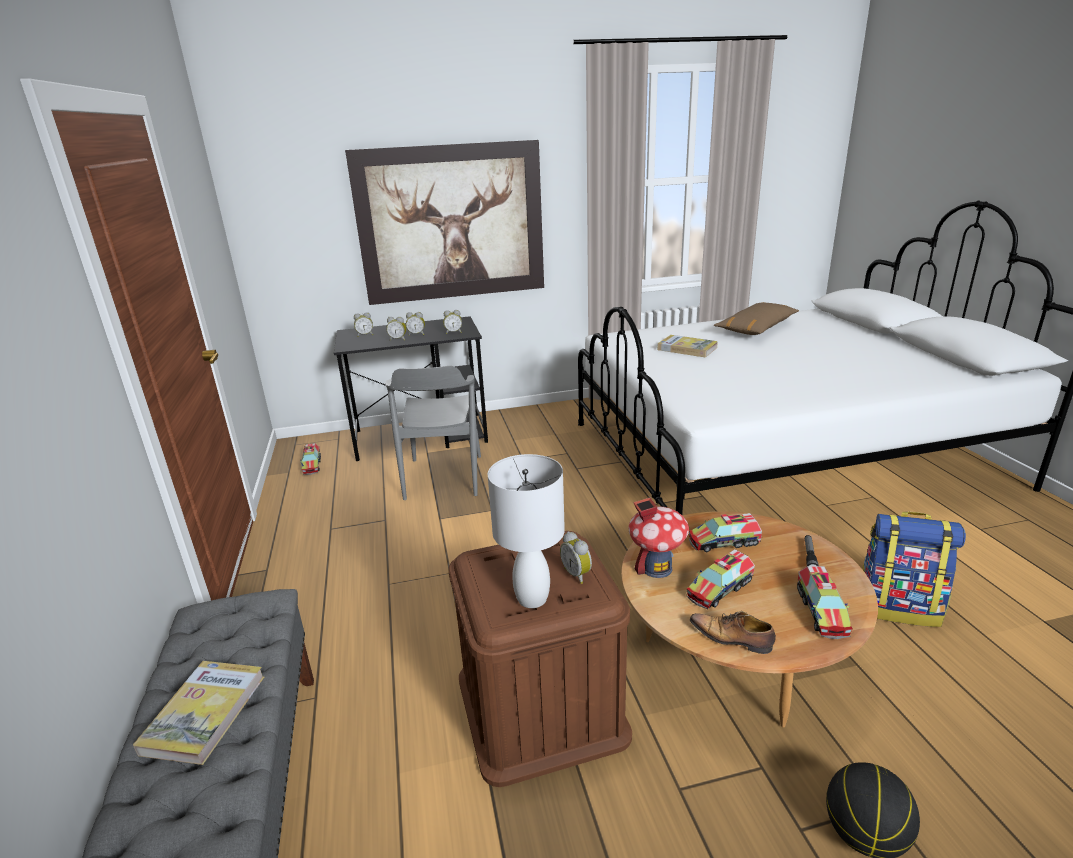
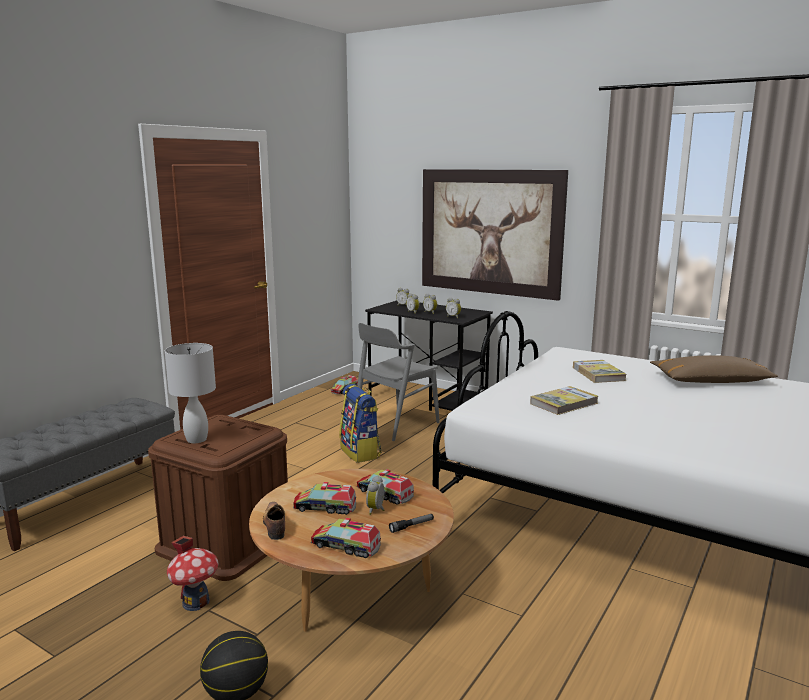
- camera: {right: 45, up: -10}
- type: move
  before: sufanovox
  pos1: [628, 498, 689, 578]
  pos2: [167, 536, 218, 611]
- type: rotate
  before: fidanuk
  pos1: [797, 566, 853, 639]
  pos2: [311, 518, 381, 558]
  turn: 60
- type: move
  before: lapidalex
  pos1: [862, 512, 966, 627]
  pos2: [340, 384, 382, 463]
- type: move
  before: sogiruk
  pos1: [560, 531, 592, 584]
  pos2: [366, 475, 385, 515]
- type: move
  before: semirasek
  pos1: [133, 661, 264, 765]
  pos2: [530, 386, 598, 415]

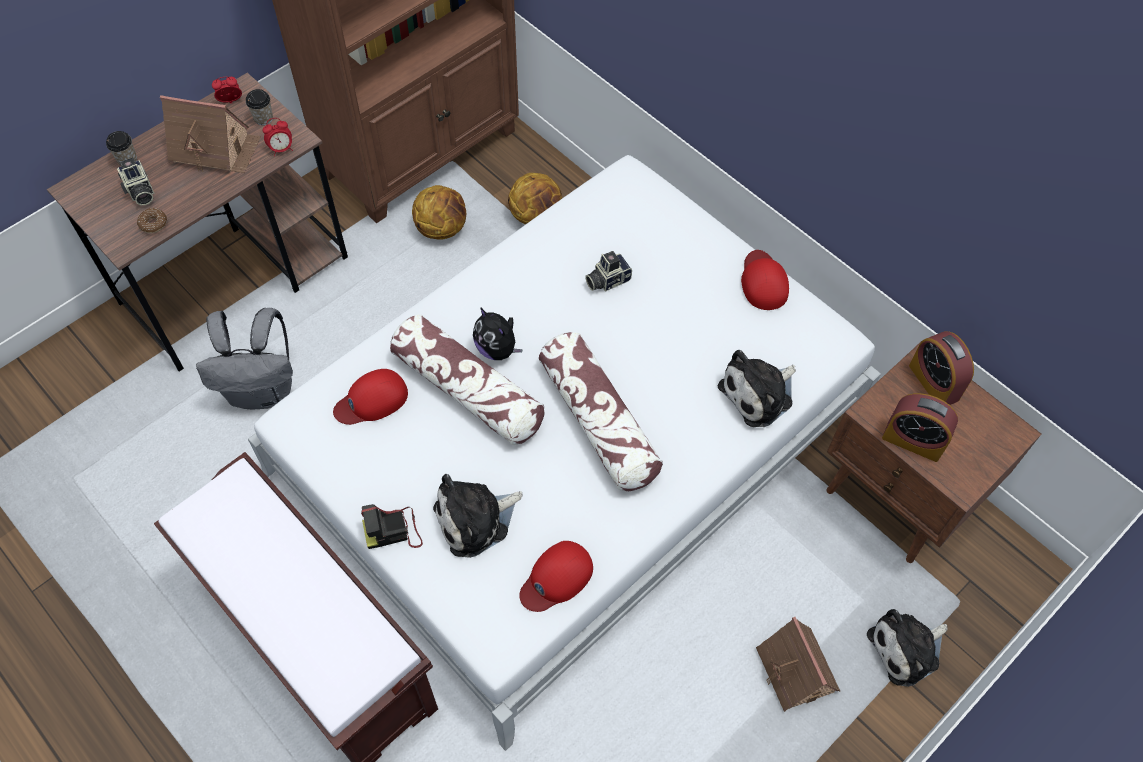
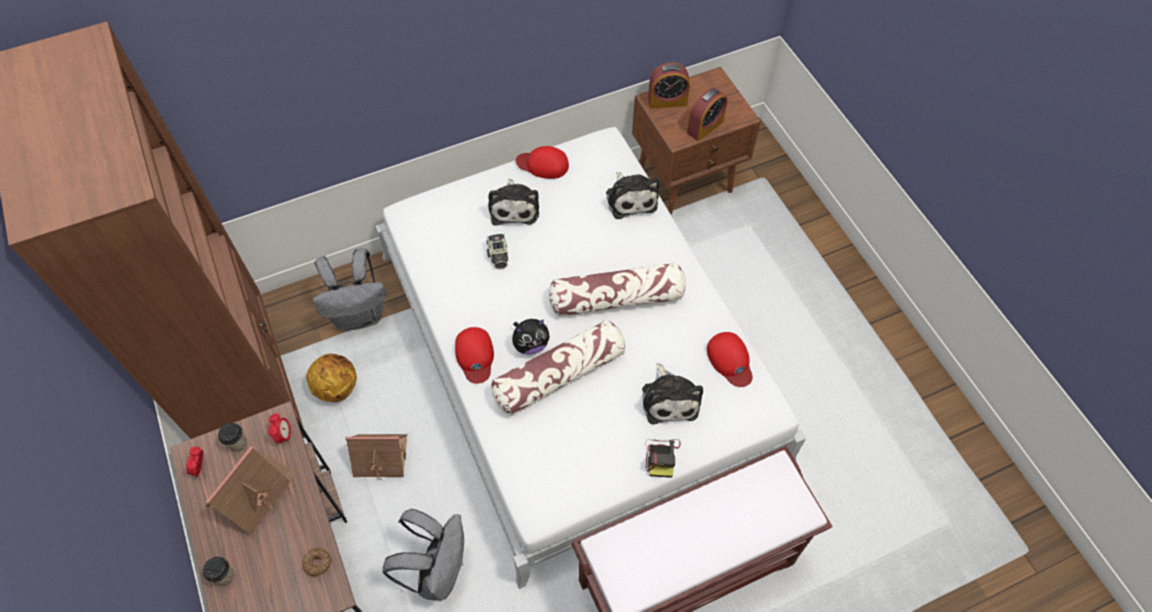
- camera: {right: -70, up: 0}
- type: replace
  before: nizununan
  after: grey lapidalex
  pos1: [508, 173, 562, 225]
  pos2: [313, 248, 386, 330]
- type: move
  before: sufanovox
  pos1: [756, 617, 840, 712]
  pos2: [345, 434, 408, 480]
- type: move
  before: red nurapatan
  pos1: [333, 369, 408, 425]
  pos2: [455, 327, 494, 384]
- type: move
  before: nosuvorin
  pos1: [867, 609, 948, 687]
  pos2: [488, 179, 539, 226]
- type: delete
  before: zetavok
  pos1: [117, 157, 154, 205]

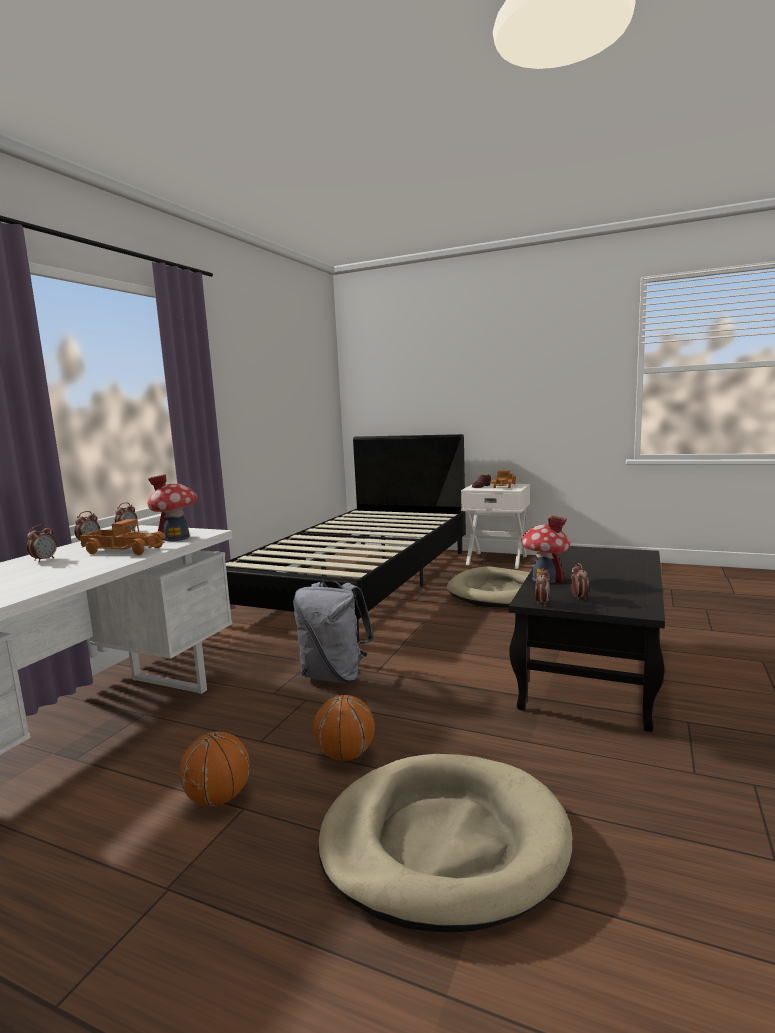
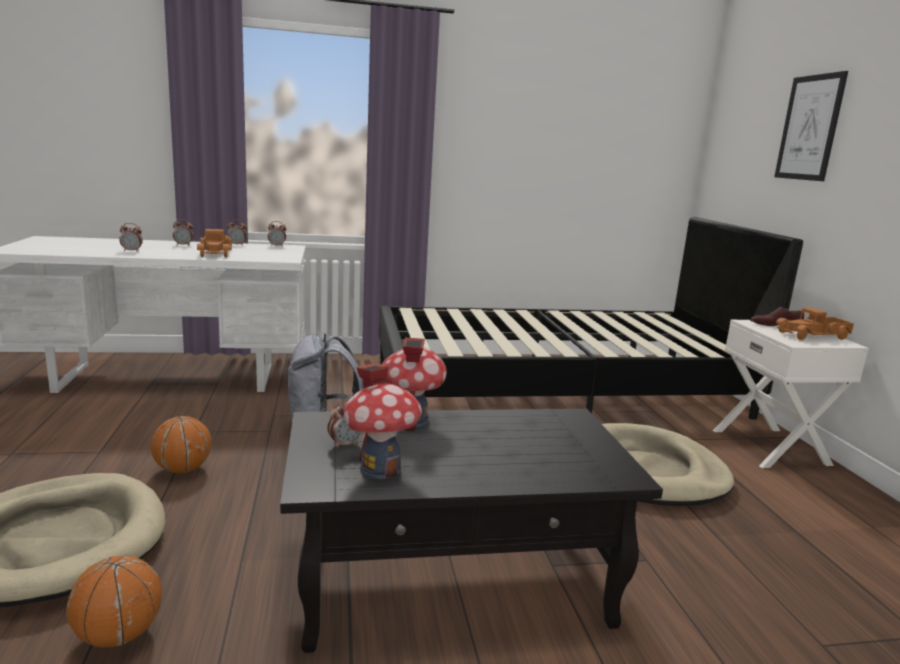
- camera: {right: 55, up: 5}
- type: move
  before: nizununan
  pos1: [179, 732, 250, 806]
  pos2: [66, 555, 162, 648]
- type: move
  before: sogiruk
  pos1: [535, 568, 550, 606]
  pos2: [119, 223, 143, 252]
- type: move
  before: sufanovox
  pos1: [147, 474, 197, 541]
  pos2: [343, 363, 422, 479]
- type: insert
  after: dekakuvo
  pos2: [774, 71, 848, 181]

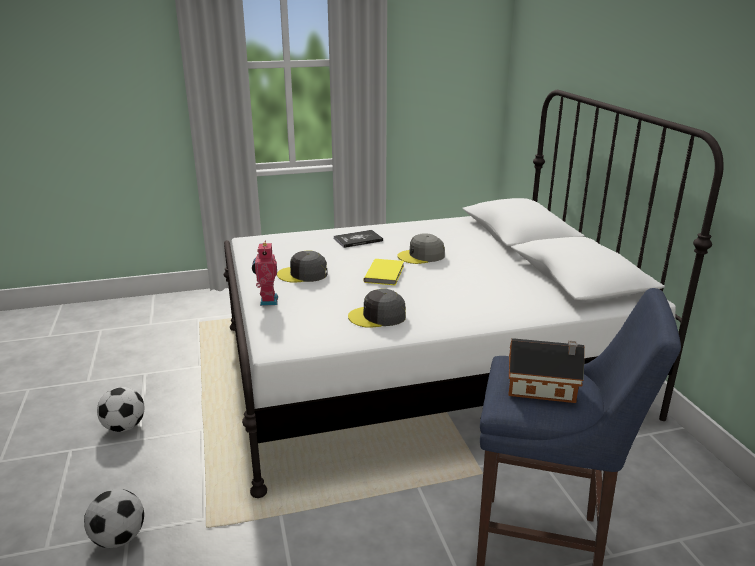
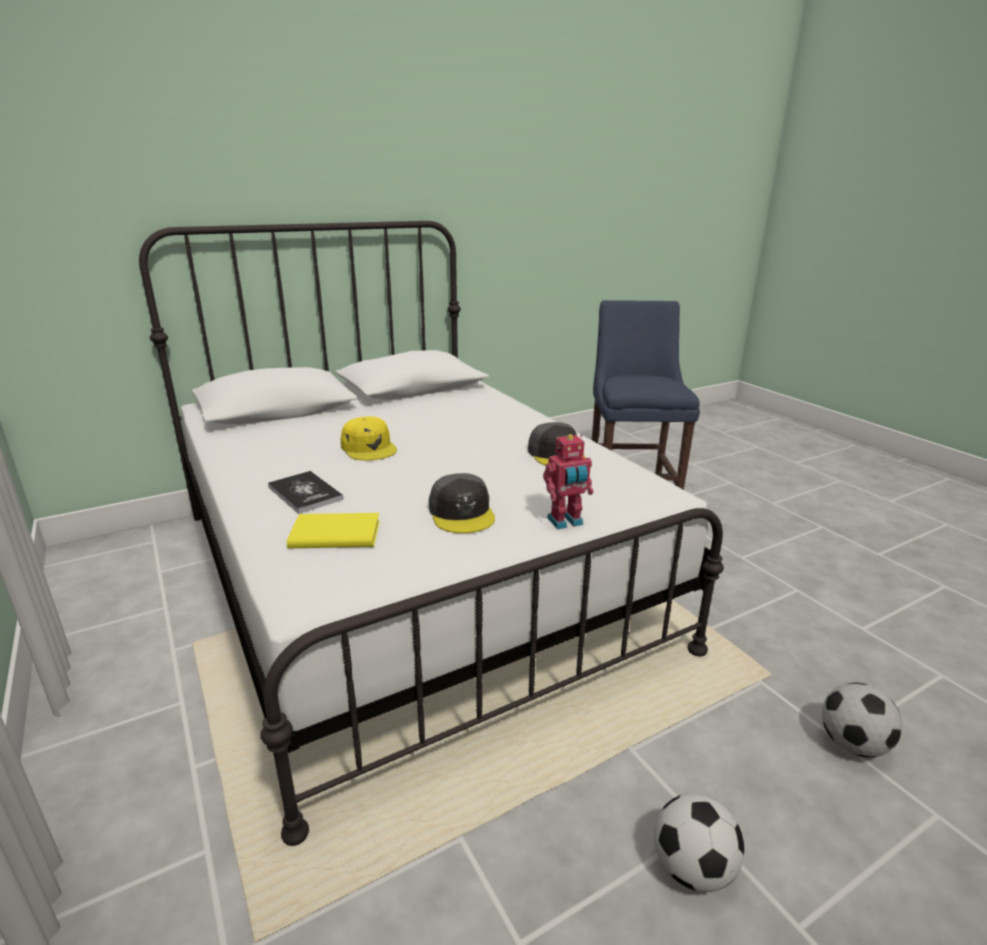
- camera: {right: -105, up: 0}
- type: move
  before: yellow semirasek
  pos1: [363, 259, 404, 286]
  pos2: [287, 513, 380, 548]
- type: recolor
  before: grey nurapatan
  after: yellow nurapatan
  pos1: [397, 233, 445, 264]
  pos2: [341, 416, 397, 461]
- type: delete
  before: sufanovox
  pos1: [509, 338, 585, 403]

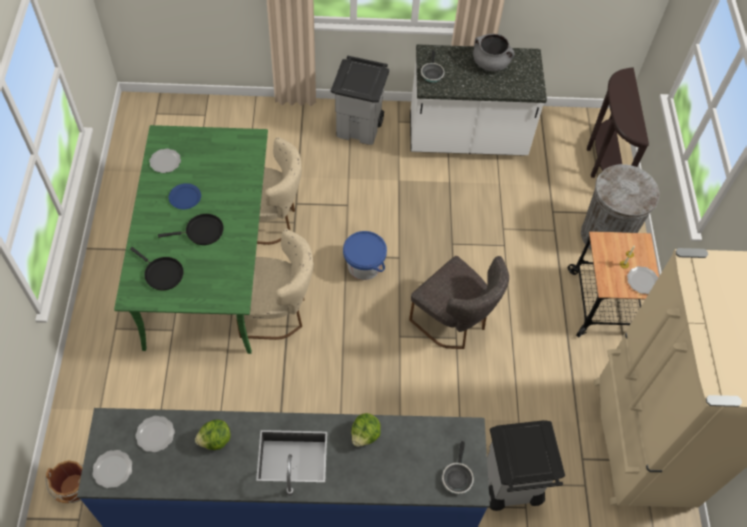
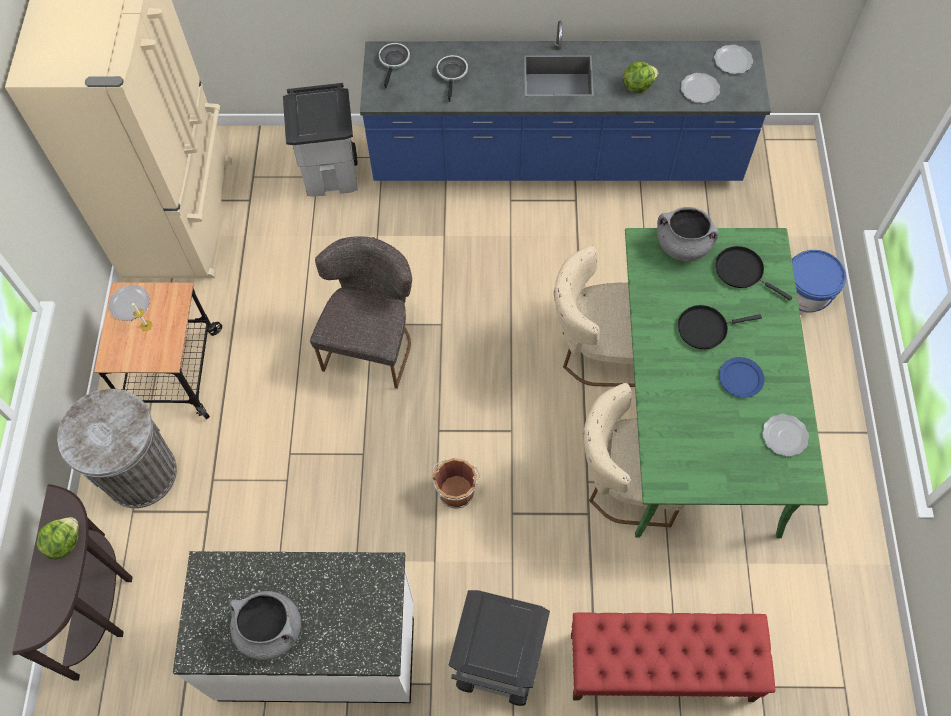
- camera: {right: -175, up: 5}
- type: move
  before: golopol
  pos1: [351, 413, 381, 447]
  pos2: [37, 517, 78, 560]
- type: rotate
  before: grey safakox
  pos1: [409, 256, 509, 349]
  pos2: [310, 236, 412, 389]
  turn: 60
- type: move
  before: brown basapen
  pos1: [45, 460, 83, 503]
  pos2: [432, 458, 480, 509]
- type: move
  before: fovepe
  pos1: [421, 50, 445, 82]
  pos2: [437, 55, 468, 102]
- type: insert
  after: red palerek
  pos2: [571, 612, 775, 702]
- type: insert
  after: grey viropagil
  pos2: [657, 207, 719, 261]
- type: move
  before: blue basapen
  pos1: [343, 231, 387, 280]
  pos2: [792, 250, 846, 313]

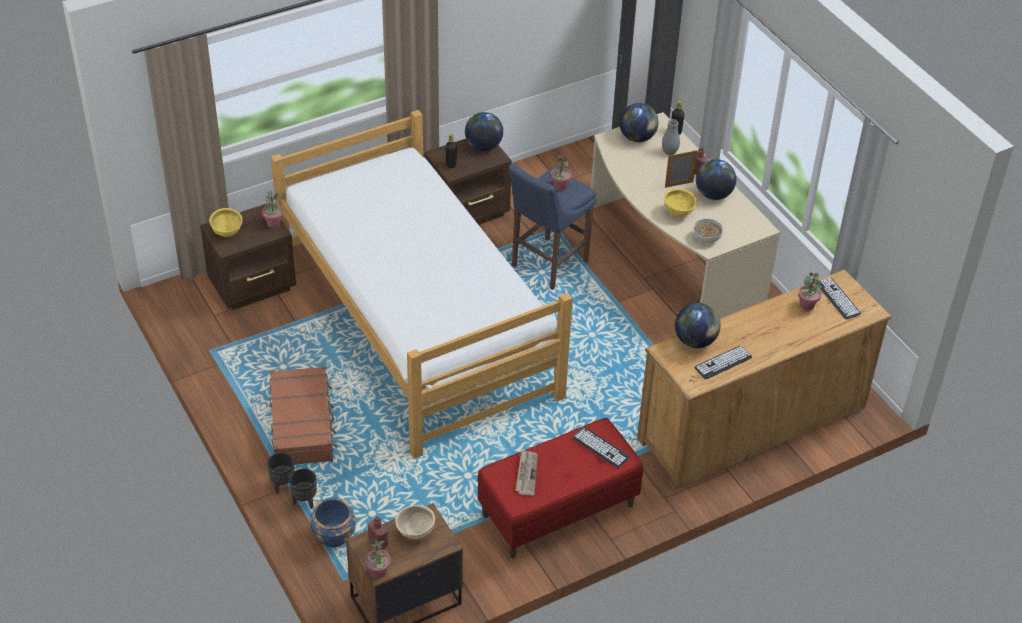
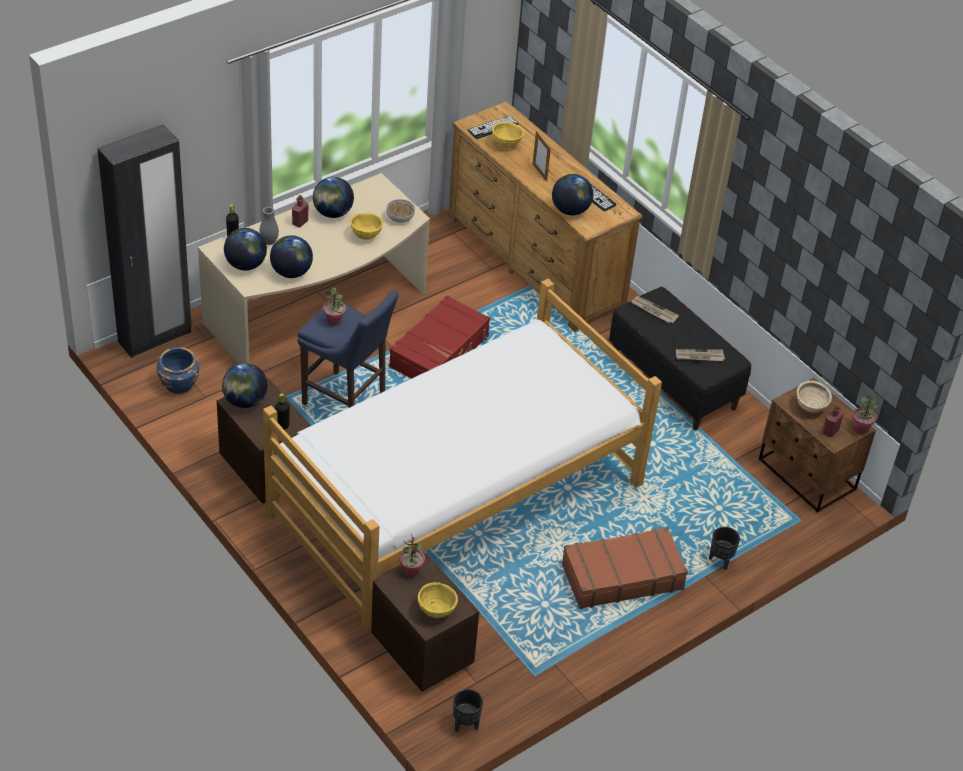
- camera: {right: -100, up: 0}
- type: move
  before: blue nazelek
  pos1: [310, 498, 356, 547]
  pos2: [157, 347, 199, 394]
- type: insert
  after: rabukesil
  pos2: [270, 235, 313, 278]
- type: insert
  after: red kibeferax
  pos2: [389, 295, 490, 379]
- type: move
  before: black nazelek
  pos1: [267, 452, 294, 494]
  pos2: [453, 689, 483, 732]
- type: replace
  before: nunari
  after: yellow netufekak
  pos1: [798, 272, 822, 311]
  pos2: [492, 122, 524, 148]
- type: move
  before: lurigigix
  pos1: [665, 150, 698, 188]
  pos2: [533, 131, 551, 182]
- type: recolor
  before: red palerek
  after: black palerek
  pos1: [478, 418, 643, 558]
  pos2: [609, 287, 751, 430]
- type: replace
  before: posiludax
  after: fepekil
  pos1: [573, 427, 630, 468]
  pos2: [631, 296, 679, 323]

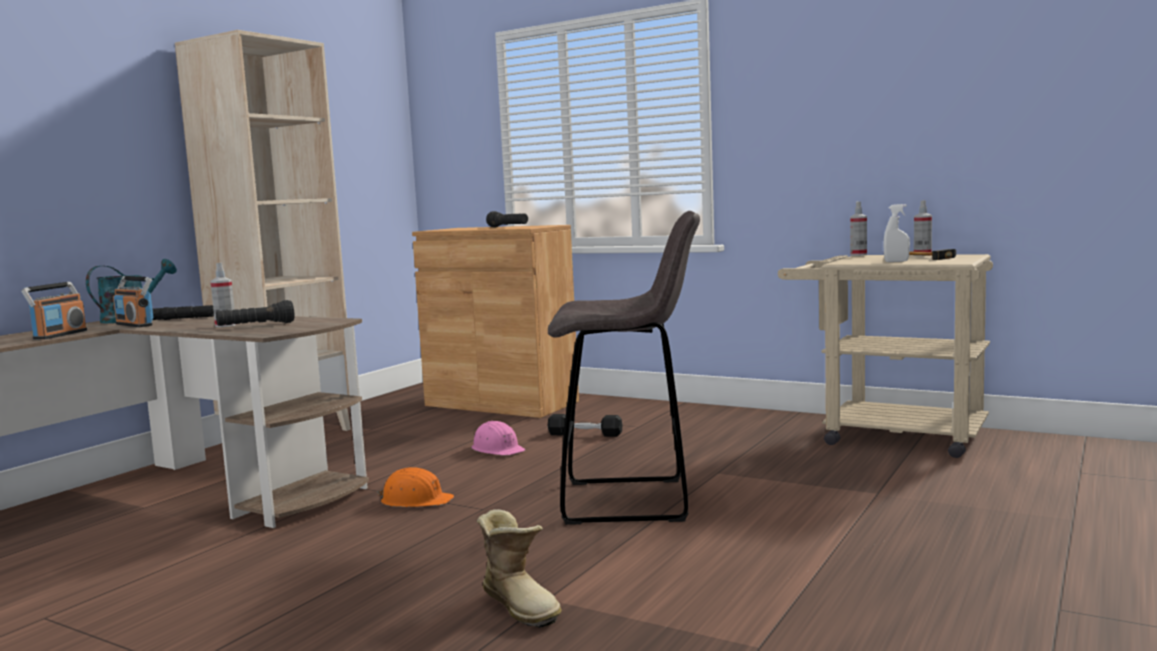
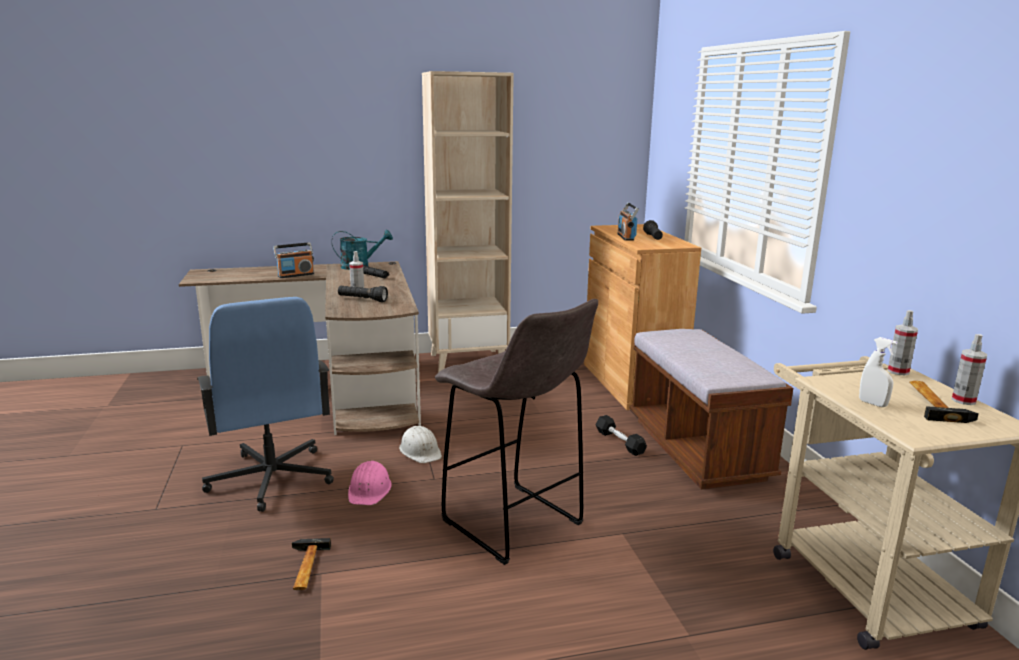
- camera: {right: 45, up: 10}
- type: insert
  after: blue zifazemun
  pos2: [197, 297, 334, 512]
- type: replace
  before: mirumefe
  after: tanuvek
  pos1: [477, 509, 562, 628]
  pos2: [292, 538, 331, 590]
- type: move
  before: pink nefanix
  pos1: [472, 421, 525, 456]
  pos2: [348, 461, 392, 505]
- type: recolor
  before: orange nefanix
  after: white nefanix
  pos1: [377, 467, 454, 507]
  pos2: [399, 426, 442, 463]
- type: move
  before: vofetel
  pos1: [113, 276, 153, 327]
  pos2: [617, 203, 639, 241]
- type: insert
  after: brown palerek
  pos2: [629, 329, 793, 489]

